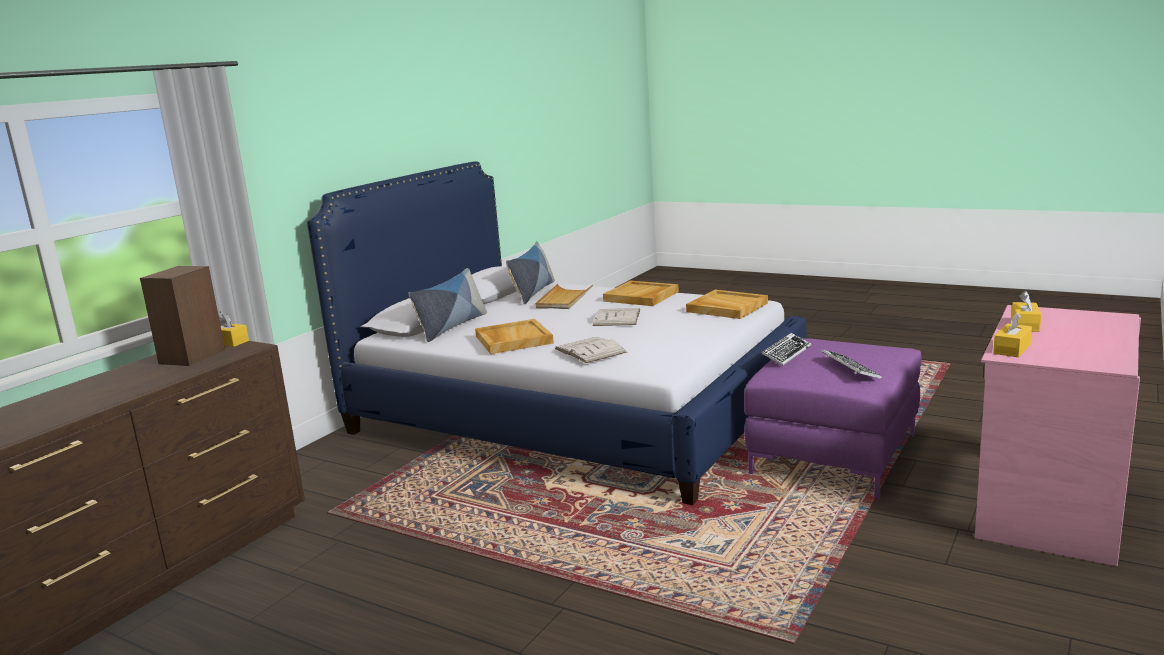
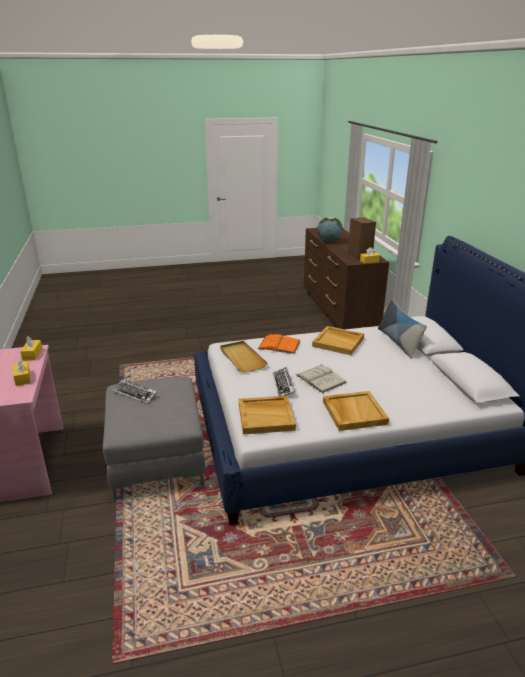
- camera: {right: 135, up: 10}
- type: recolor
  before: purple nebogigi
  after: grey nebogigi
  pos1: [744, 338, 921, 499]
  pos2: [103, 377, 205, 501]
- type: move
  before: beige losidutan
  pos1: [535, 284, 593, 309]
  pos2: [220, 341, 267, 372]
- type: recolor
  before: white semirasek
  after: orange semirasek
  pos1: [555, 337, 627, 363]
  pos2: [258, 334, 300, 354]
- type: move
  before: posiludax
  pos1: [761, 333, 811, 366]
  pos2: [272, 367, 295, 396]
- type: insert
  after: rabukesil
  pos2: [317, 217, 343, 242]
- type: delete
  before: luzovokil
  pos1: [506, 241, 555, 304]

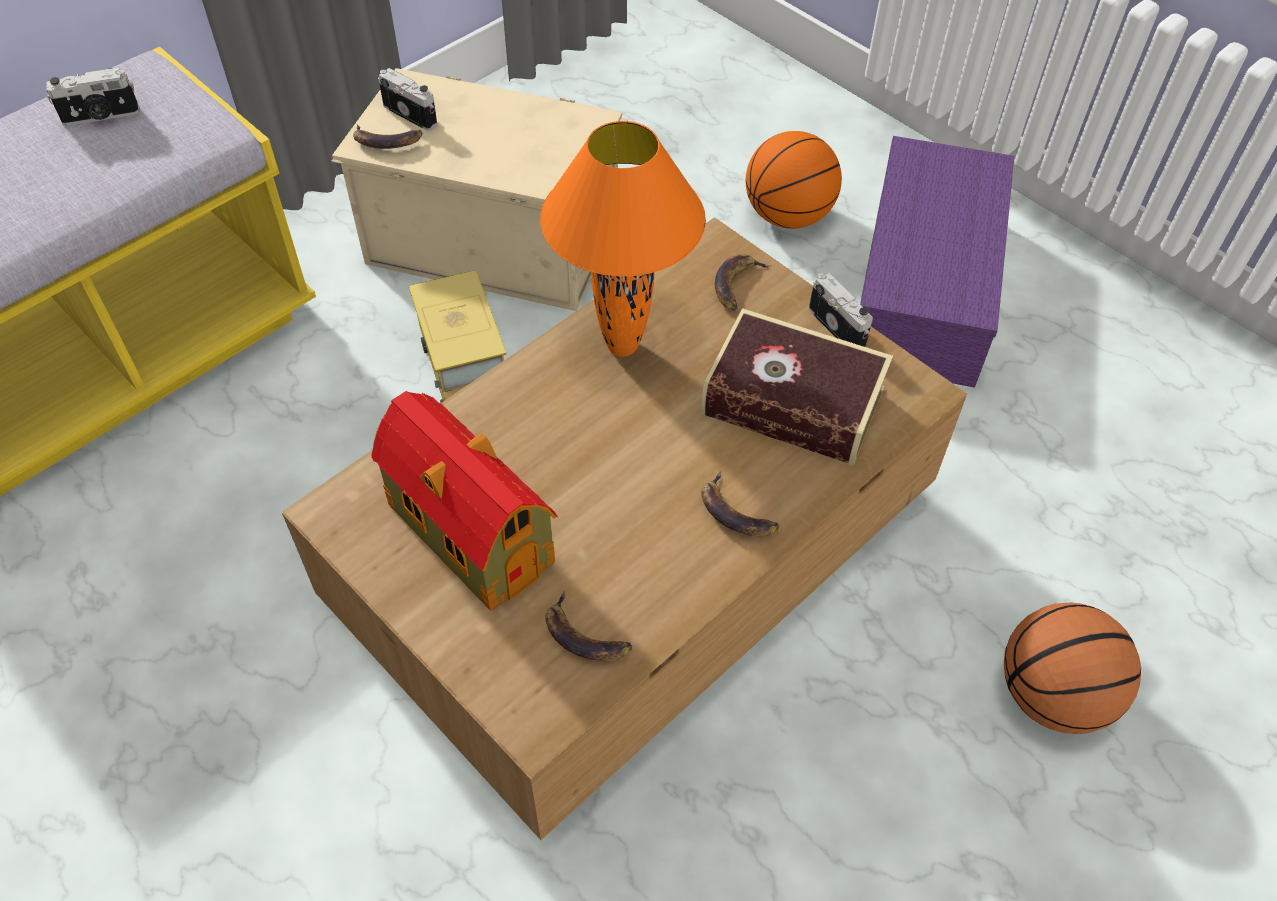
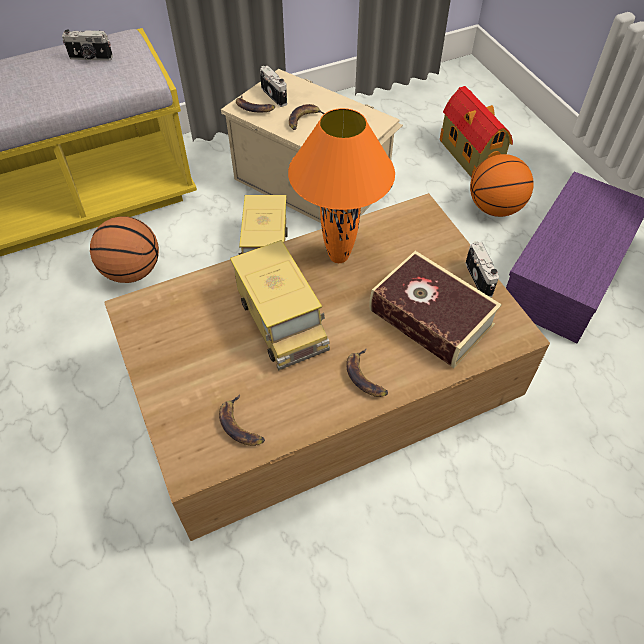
- camera: {right: 20, up: 0}
- type: move
  before: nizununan
  pos1: [1004, 603, 1141, 734]
  pos2: [90, 216, 159, 283]
- type: insert
  after: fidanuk
  pos2: [230, 240, 330, 371]
- type: move
  before: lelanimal
  pos1: [714, 254, 771, 311]
  pos2: [289, 104, 325, 130]
- type: move
  before: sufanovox
  pos1: [371, 391, 558, 611]
  pos2: [440, 86, 513, 178]

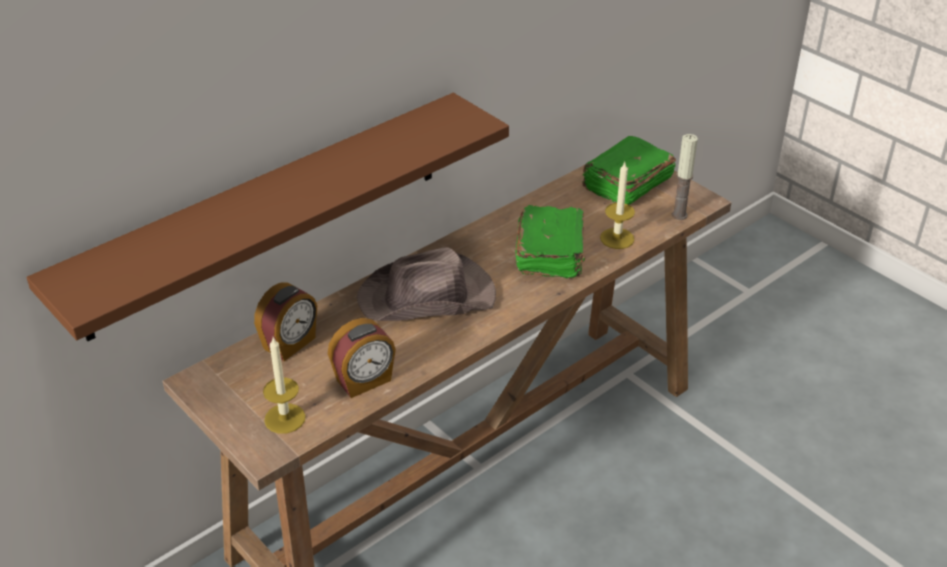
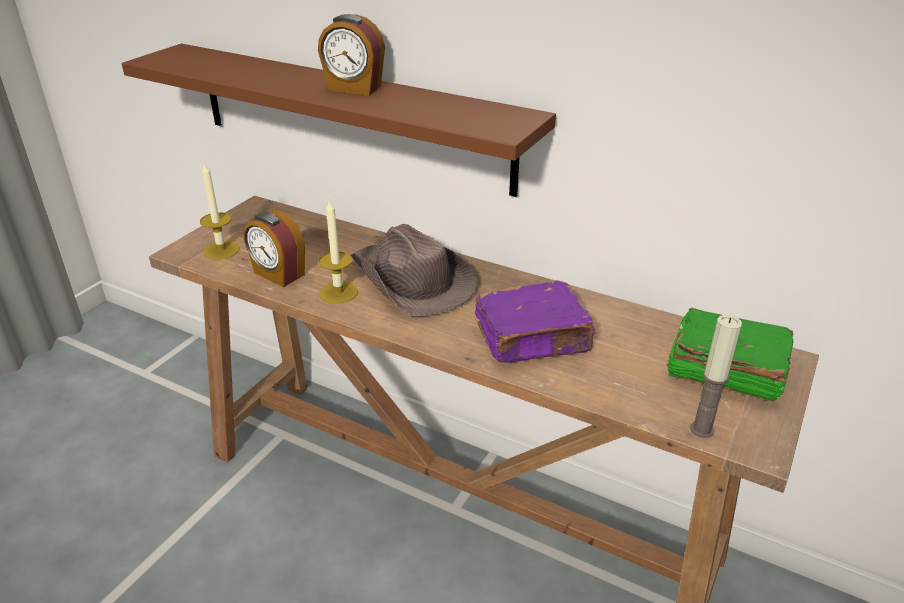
- camera: {right: 70, up: -5}
- type: move
  before: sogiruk
  pos1: [254, 282, 317, 361]
  pos2: [318, 14, 385, 95]
- type: move
  before: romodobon
  pos1: [600, 162, 635, 249]
  pos2: [319, 199, 358, 303]
- type: recolor
  before: green semirasek
  after: purple semirasek
  pos1: [515, 205, 585, 278]
  pos2: [475, 280, 596, 363]

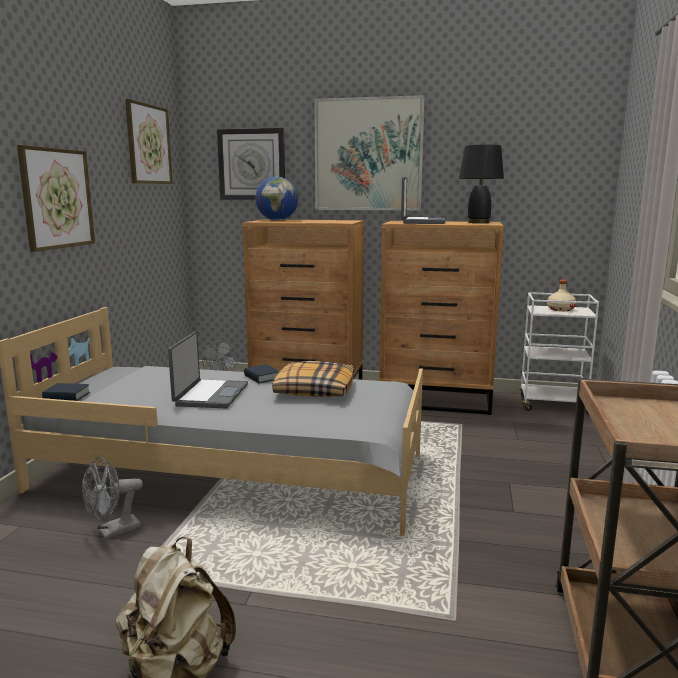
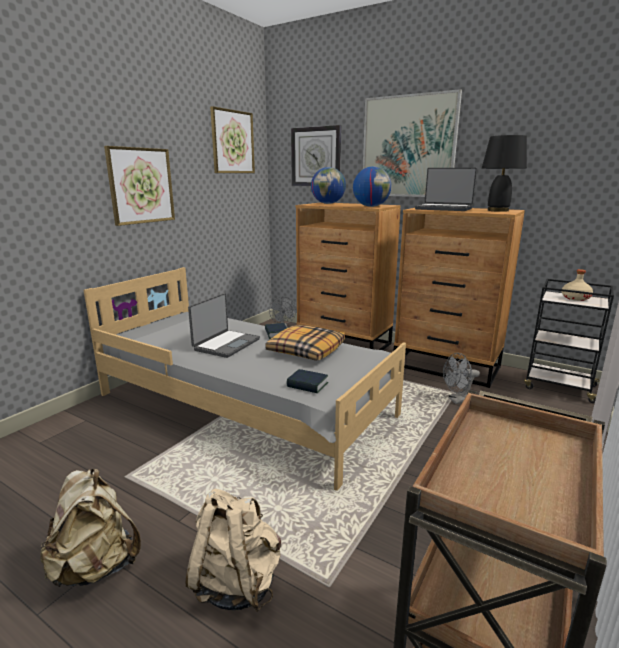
- camera: {right: 20, up: 5}
- type: insert
  after: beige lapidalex
  pos2: [186, 489, 281, 612]
- type: move
  before: semirasek
  pos1: [42, 383, 90, 401]
  pos2: [287, 369, 328, 393]
- type: insert
  after: rabukesil
  pos2: [353, 167, 391, 207]
- type: rotate
  before: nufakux
  pos1: [401, 177, 446, 224]
  pos2: [415, 167, 477, 211]
  turn: 90
- type: move
  before: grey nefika
  pos1: [82, 457, 143, 539]
  pos2: [443, 353, 480, 404]
- type: recolor
  before: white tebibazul
  after: black tebibazul
  pos1: [519, 292, 599, 415]
  pos2: [524, 279, 614, 403]

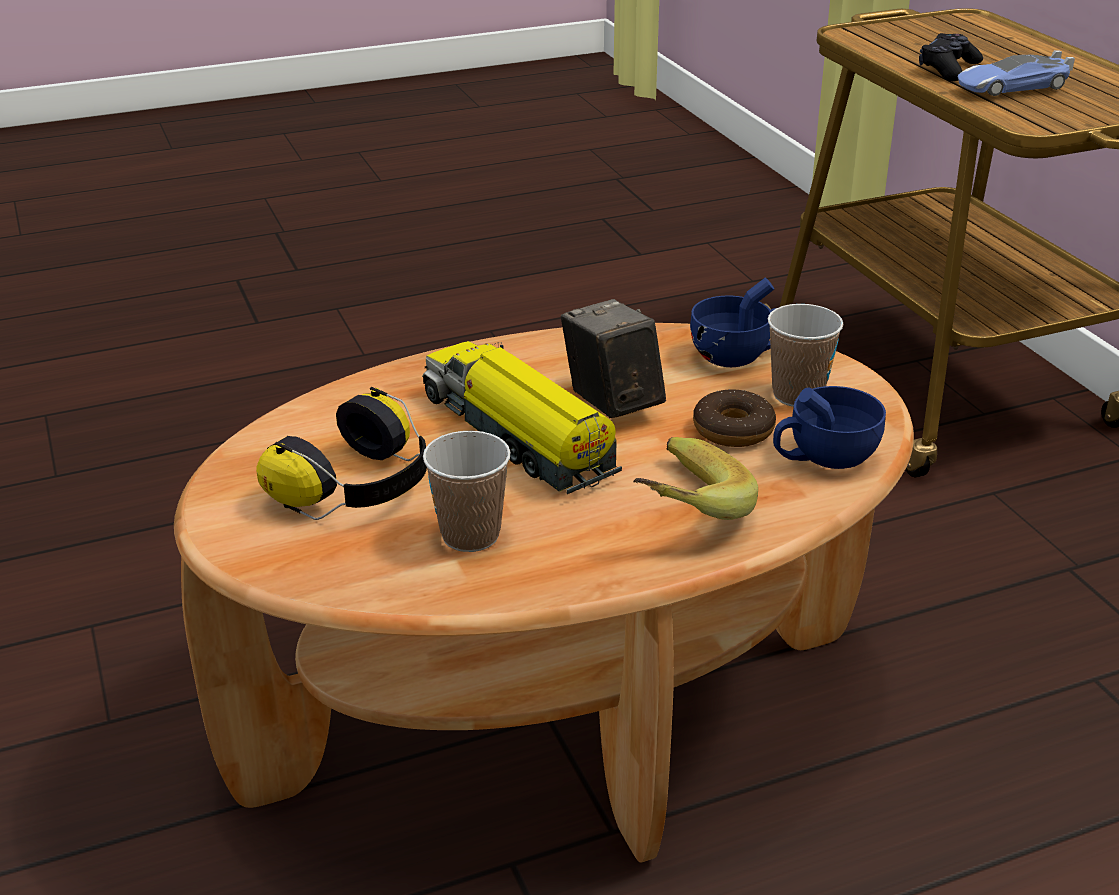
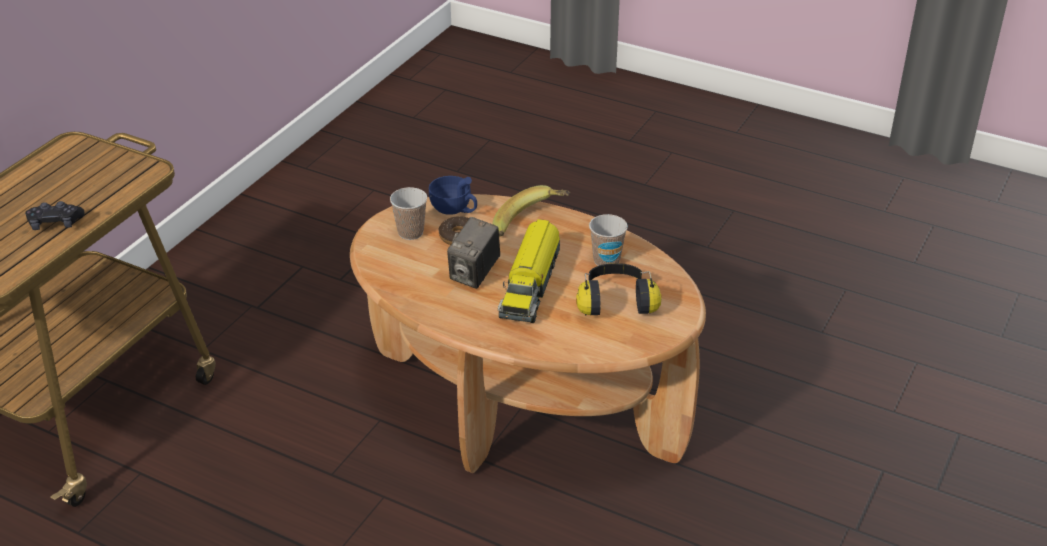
- camera: {right: -130, up: 5}
- type: delete
  before: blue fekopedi
  pos1: [690, 278, 776, 367]
- type: delete
  before: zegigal
  pos1: [958, 50, 1075, 96]

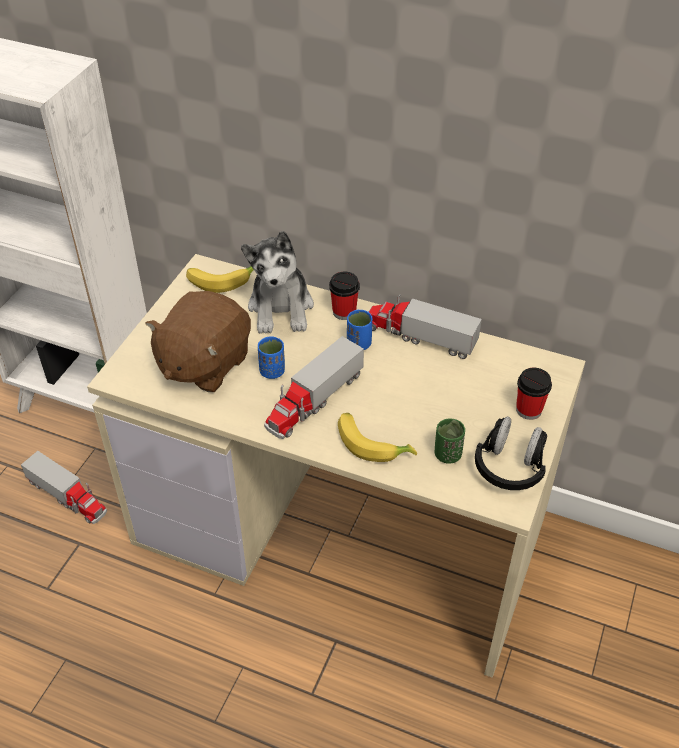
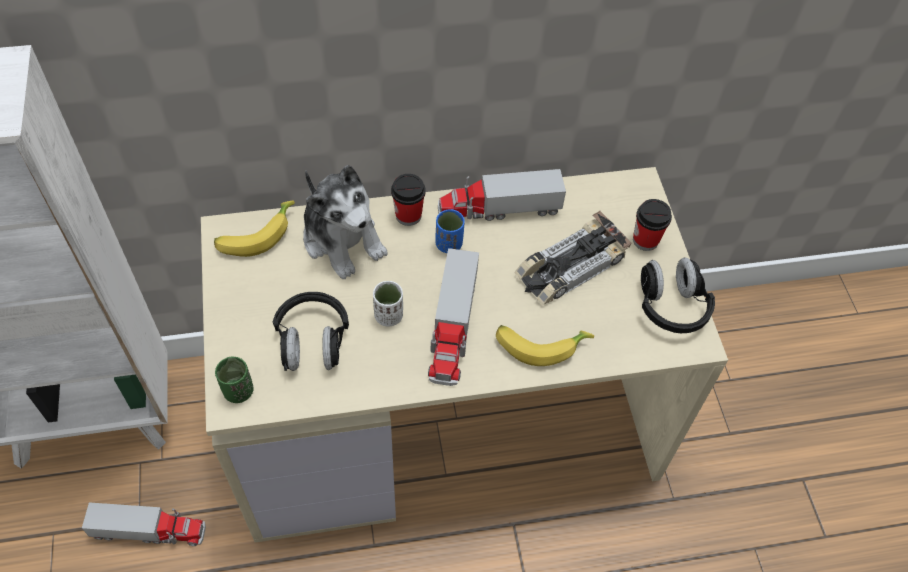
- camera: {right: -35, up: 10}
- type: move
  before: green fekopedi
  pos1: [435, 418, 465, 464]
  pos2: [215, 357, 254, 403]
- type: replace
  before: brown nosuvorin
  after: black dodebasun
  pos1: [145, 291, 251, 392]
  pos2: [273, 292, 349, 371]
- type: recolor
  before: blue fekopedi
  after: white fekopedi
  pos1: [258, 336, 285, 379]
  pos2: [373, 281, 403, 326]
- type: insert
  after: zegigal
  pos2: [514, 211, 632, 306]

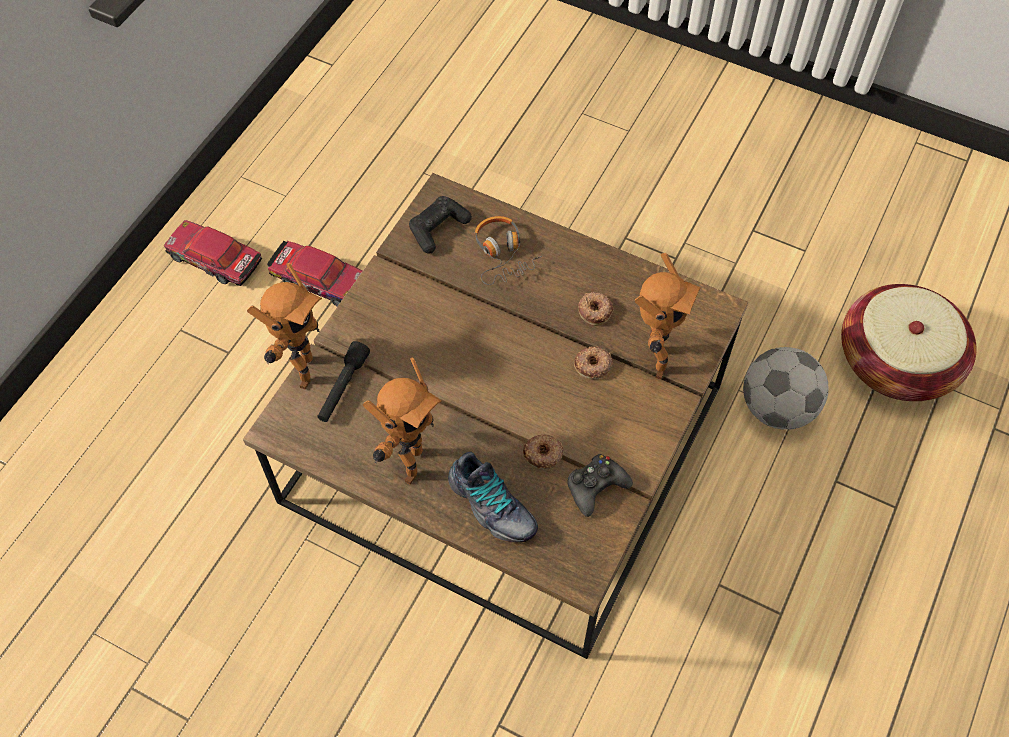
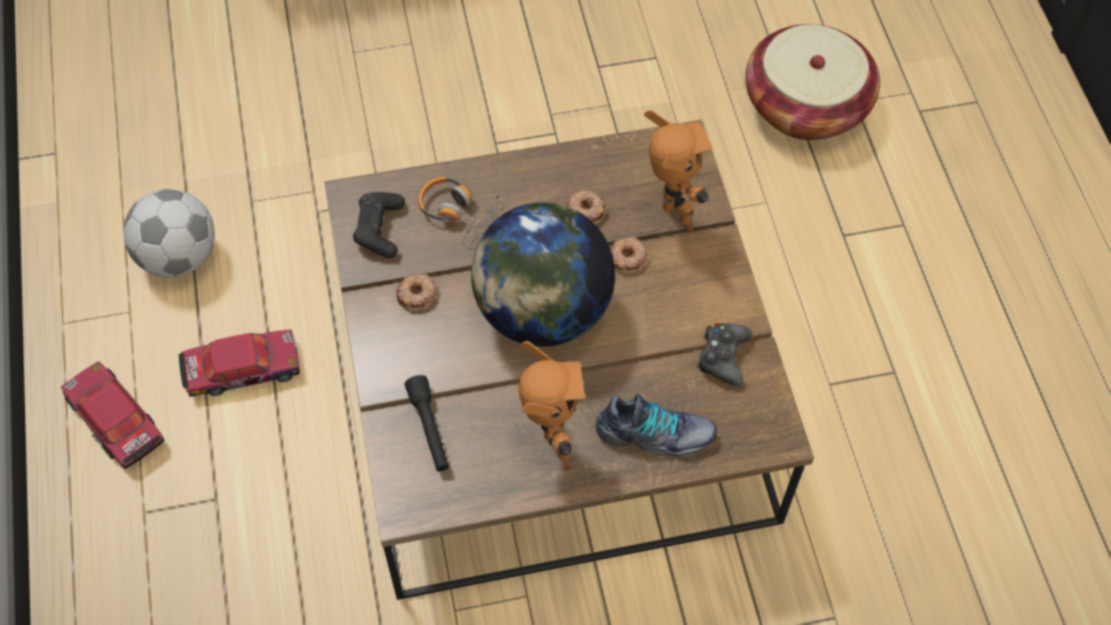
- camera: {right: -40, up: 0}
- type: rotate
  before: zegigal
  pos1: [164, 220, 262, 286]
  pos2: [61, 361, 165, 469]
  turn: 60
- type: move
  before: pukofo
  pos1: [743, 347, 829, 430]
  pos2: [123, 189, 215, 278]
- type: move
  before: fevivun
  pos1: [523, 434, 564, 470]
  pos2: [396, 274, 436, 310]
- type: insert
  after: rabukesil
  pos2: [471, 202, 615, 347]
- type: delete
  before: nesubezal
  pos1: [247, 263, 322, 390]

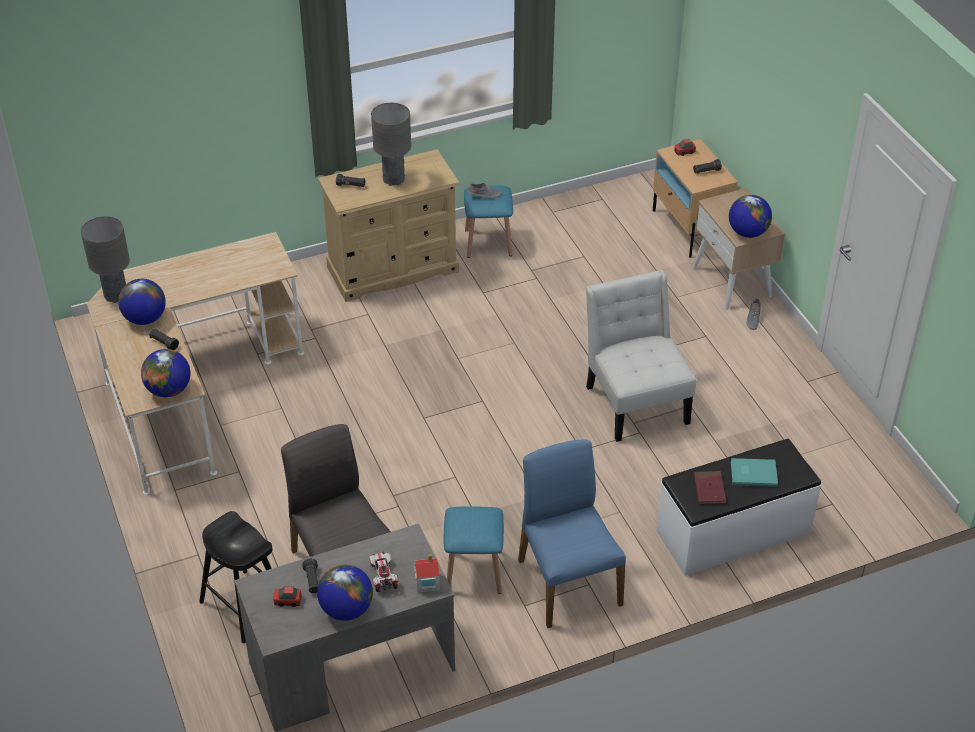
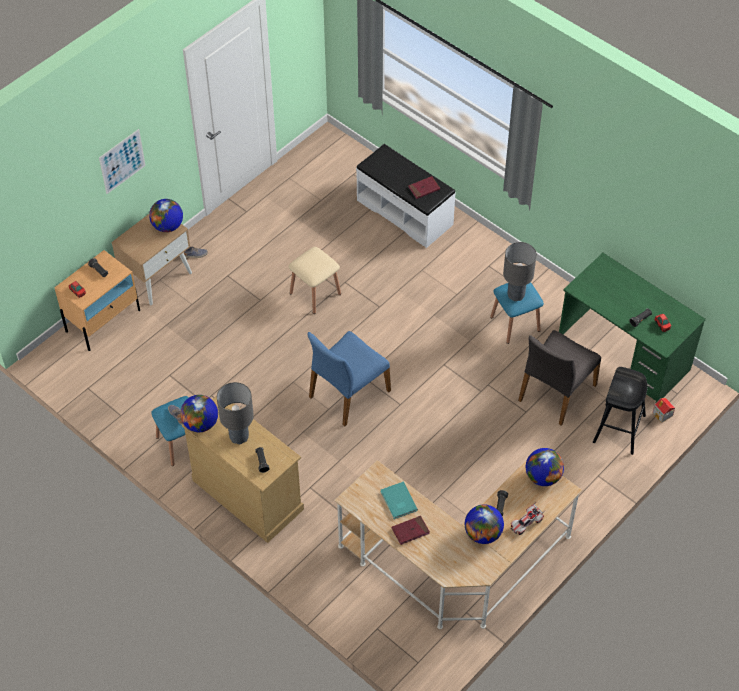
- camera: {right: -115, up: 10}
- type: insert
  after: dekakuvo
  pos2: [99, 129, 146, 194]
- type: move
  before: rabukesil
  pos1: [317, 565, 373, 621]
  pos2: [180, 395, 218, 432]
- type: replace
  before: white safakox
  after: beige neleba
  pos1: [586, 270, 696, 442]
  pos2: [289, 247, 341, 314]
- type: move
  before: blue safakox
  pos1: [518, 439, 626, 628]
  pos2: [307, 331, 391, 426]
- type: move
  before: turquoise semirasek
  pos1: [731, 458, 778, 487]
  pos2: [381, 481, 418, 519]
- type: insert
  after: red semirasek
  pos2: [392, 516, 430, 545]
- type: move
  before: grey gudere
  pos1: [81, 216, 130, 303]
  pos2: [503, 242, 537, 301]
- type: move
  before: zegigal
  pos1: [369, 552, 398, 592]
  pos2: [510, 501, 545, 535]
- type: recolor
  before: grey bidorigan
  after: green bidorigan
  pos1: [234, 523, 455, 732]
  pos2: [559, 253, 706, 404]
- type: move
  before: sufanovox
  pos1: [414, 554, 440, 593]
  pos2: [652, 398, 675, 422]

